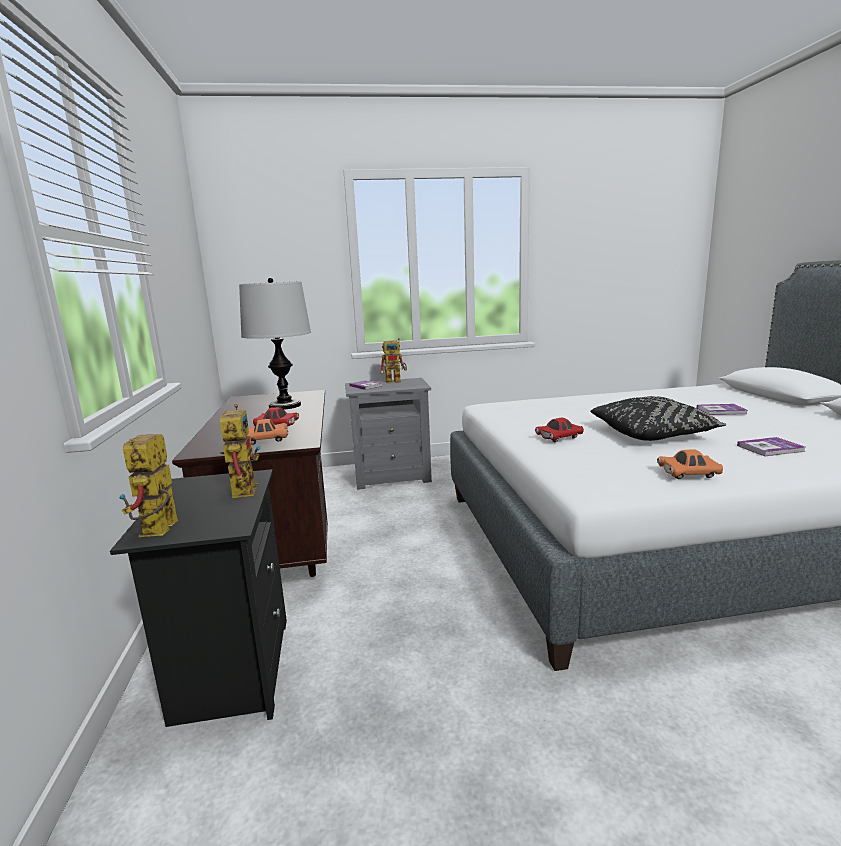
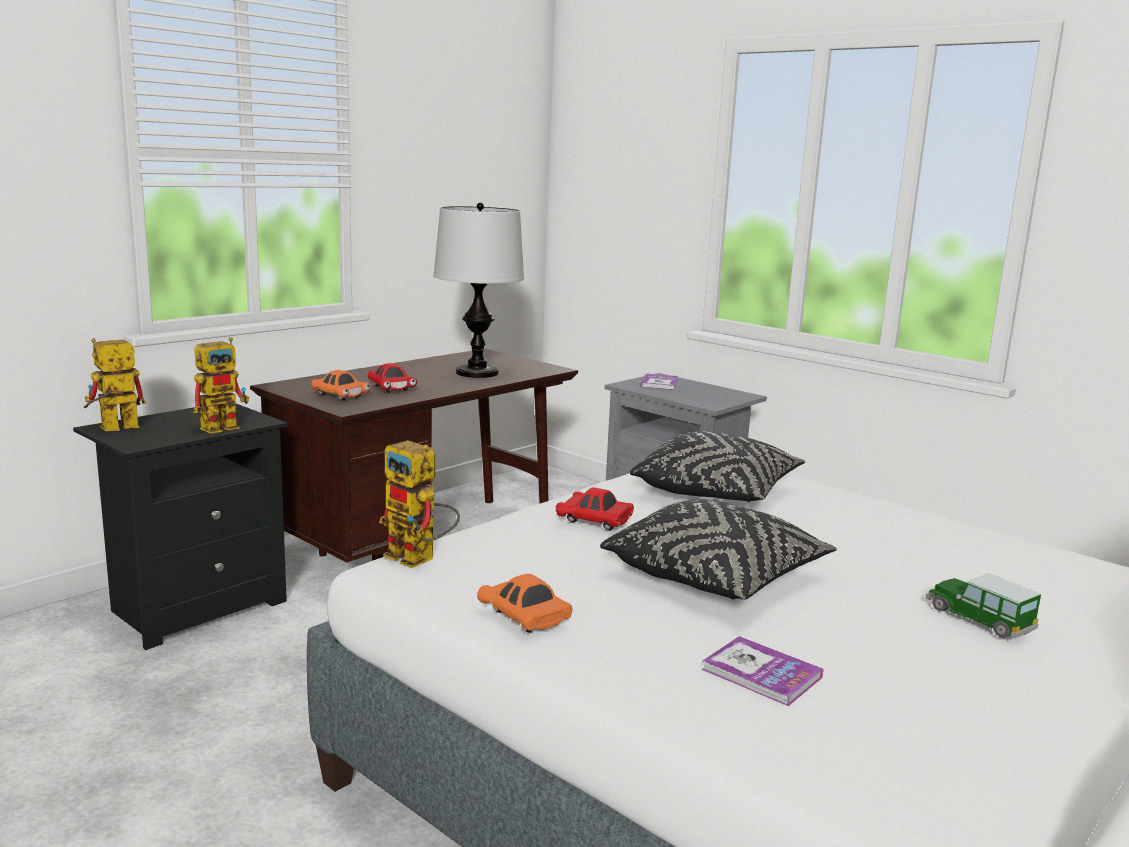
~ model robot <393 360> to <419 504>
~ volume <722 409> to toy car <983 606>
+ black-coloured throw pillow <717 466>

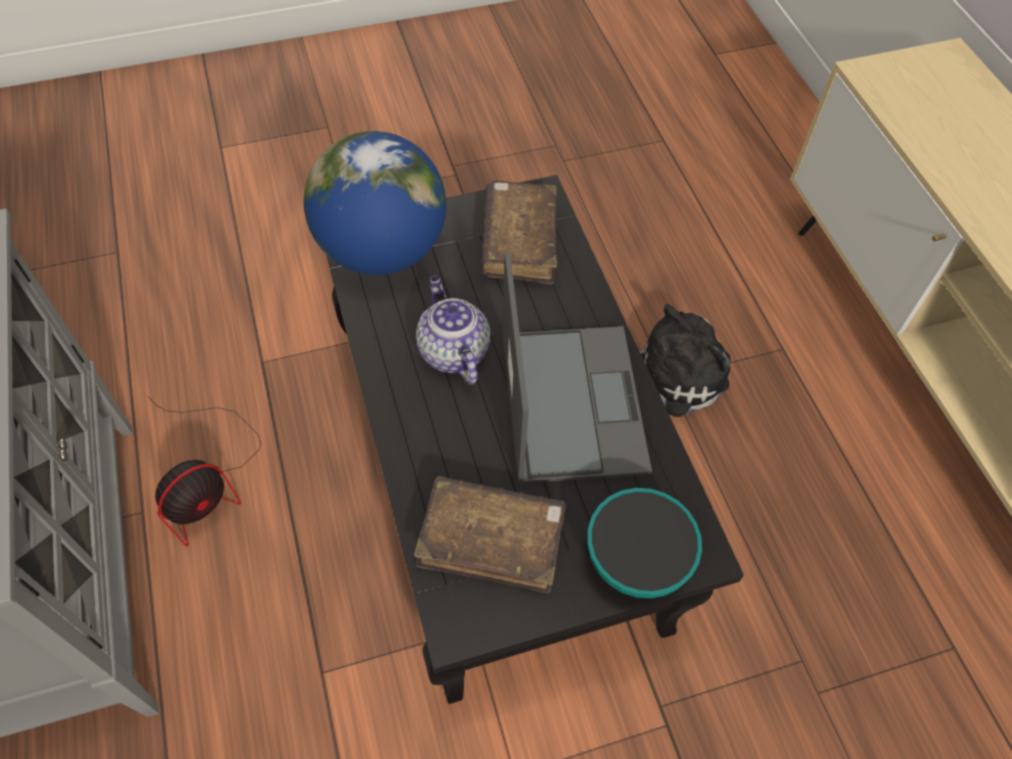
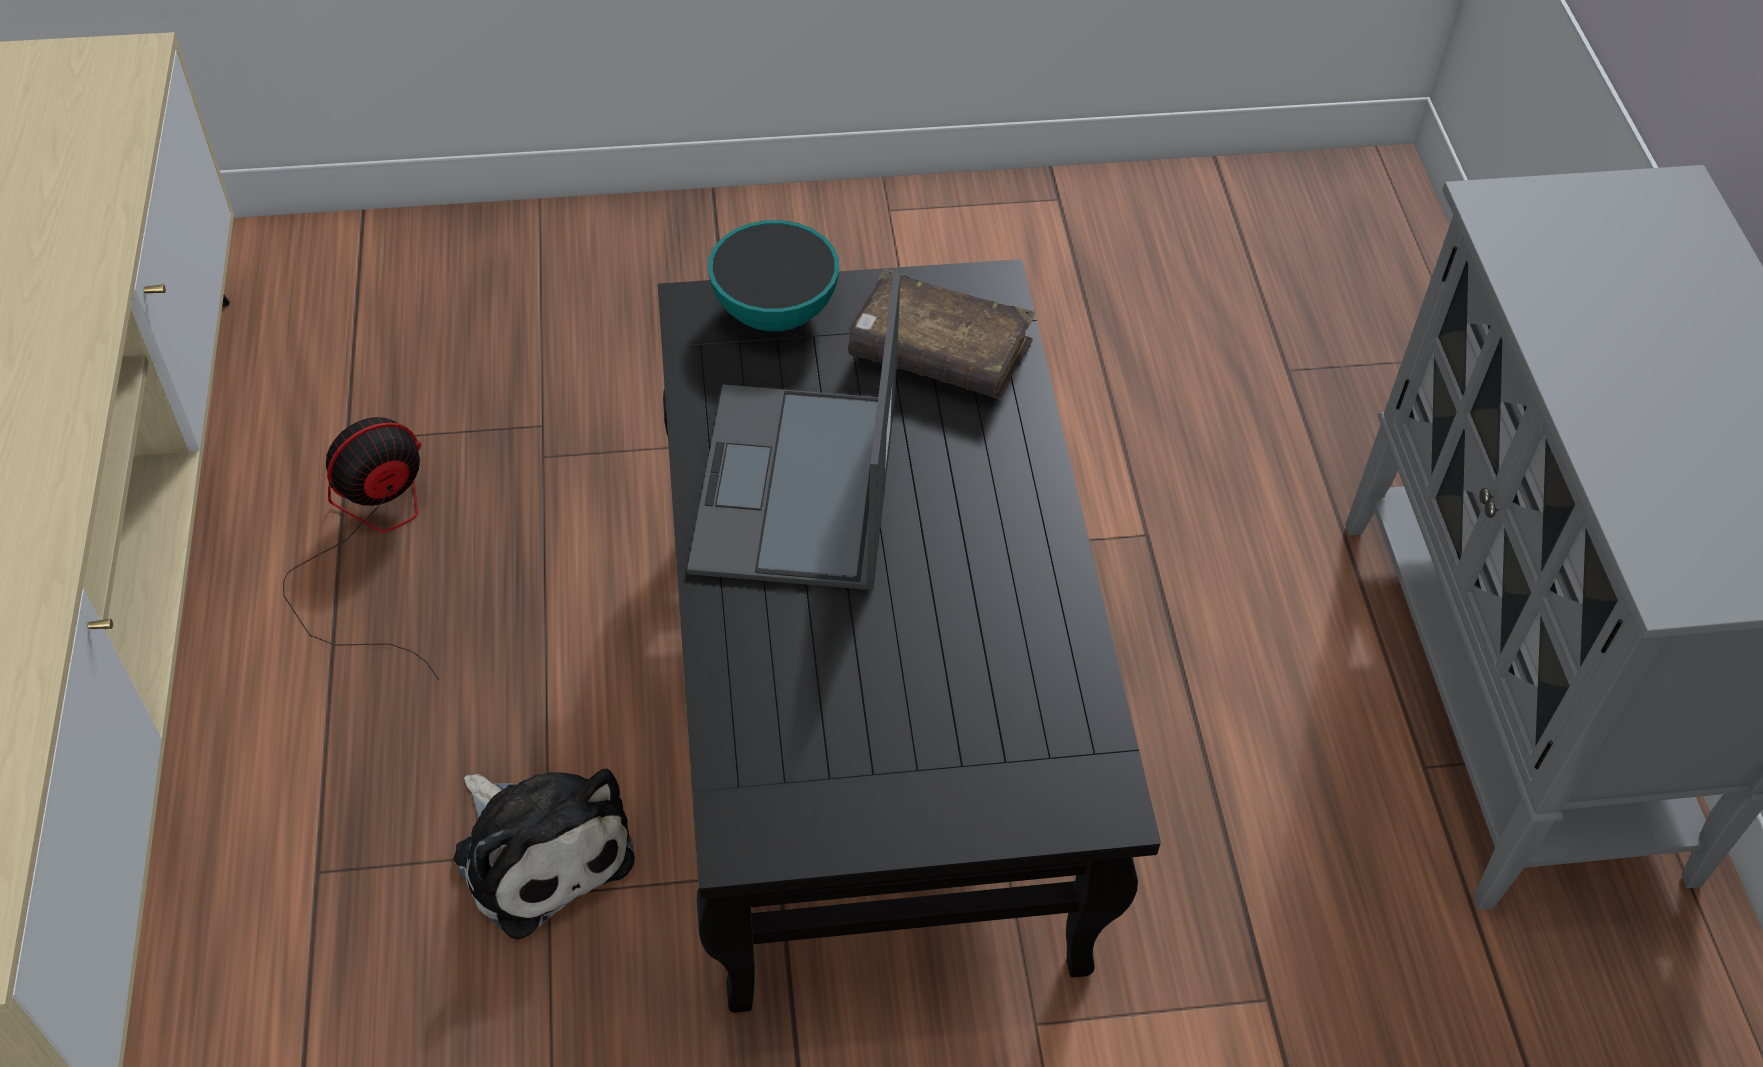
- desk globe <375 203>
- brown-coloured volume <519 232>
- pot for tea <453 330>
~ cuddly toy <685 360> = <544 854> 105 degrees counterclockwise
~ electric fan <204 471> to <361 548>

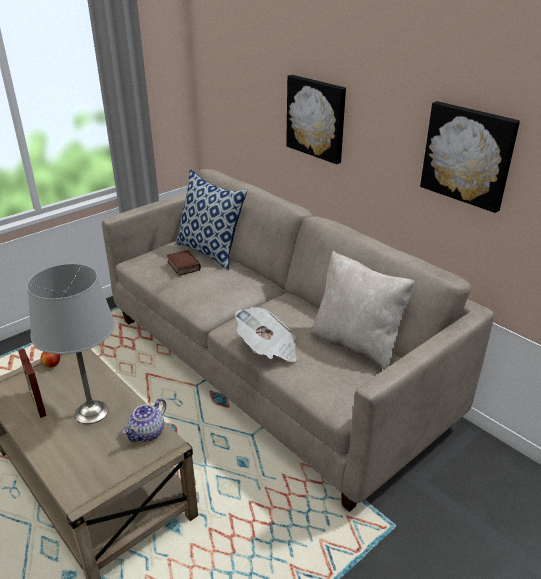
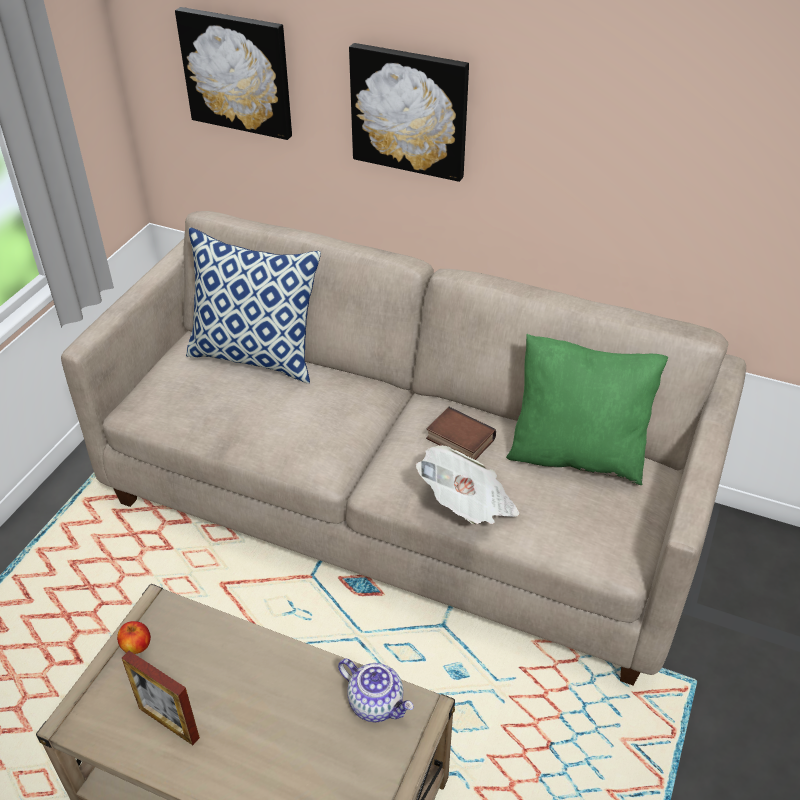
~ picture <470 157> to <233 73>
~ volume <184 263> to <461 433>
~ beige-coloured throw pillow <363 310> to green-coloured throw pillow <587 409>
- greyish lamp for a table <71 344>
~ pot for tea <144 420> = <376 690> 60 degrees counterclockwise

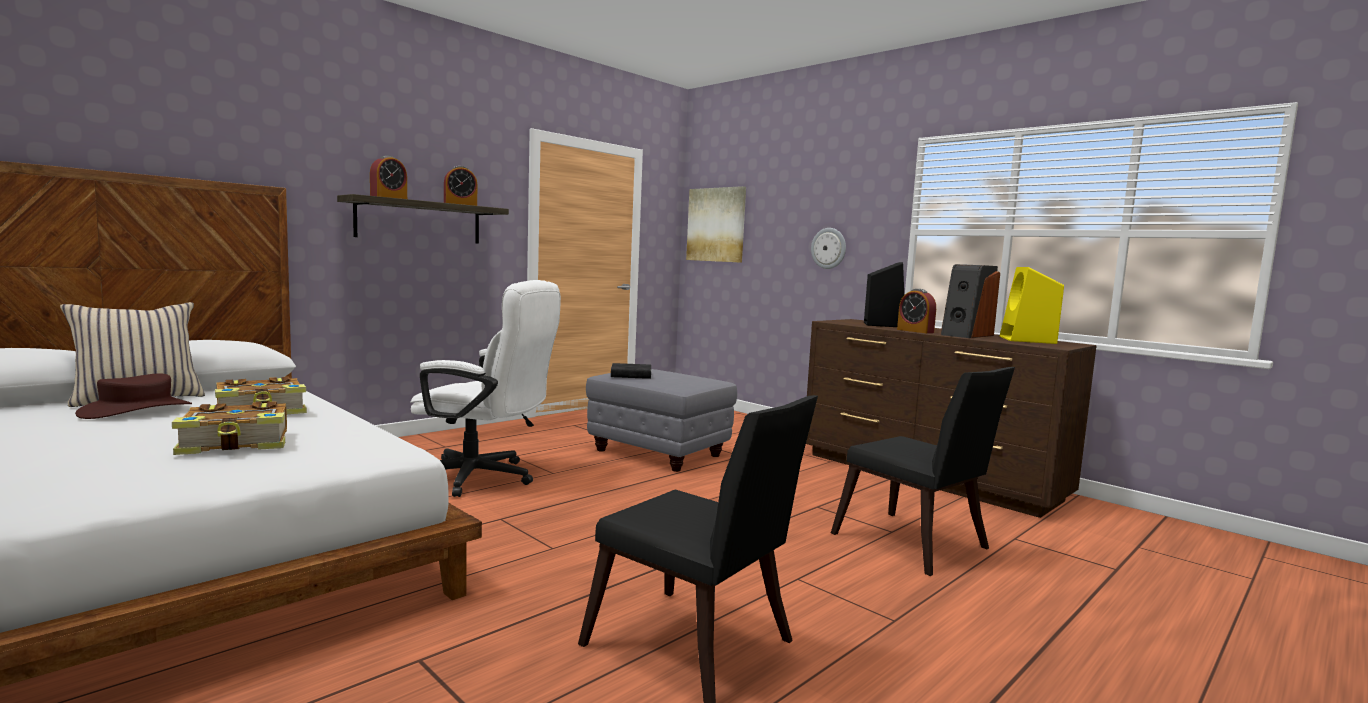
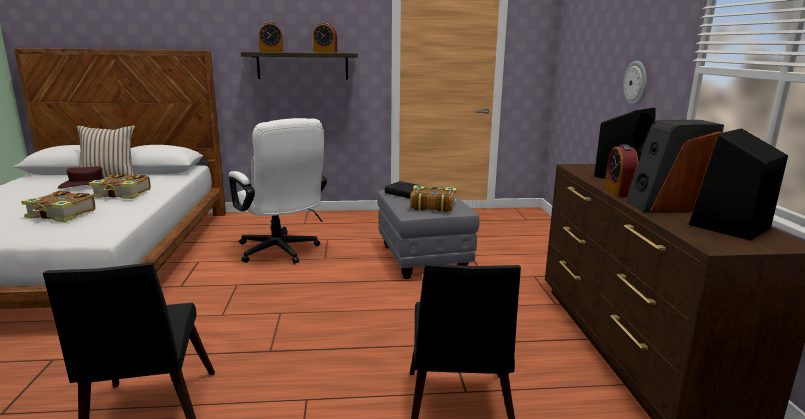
- picture <716 224>
~ yellowish audio speaker <1031 305> to black-coloured audio speaker <738 184>
+ volume <433 198>

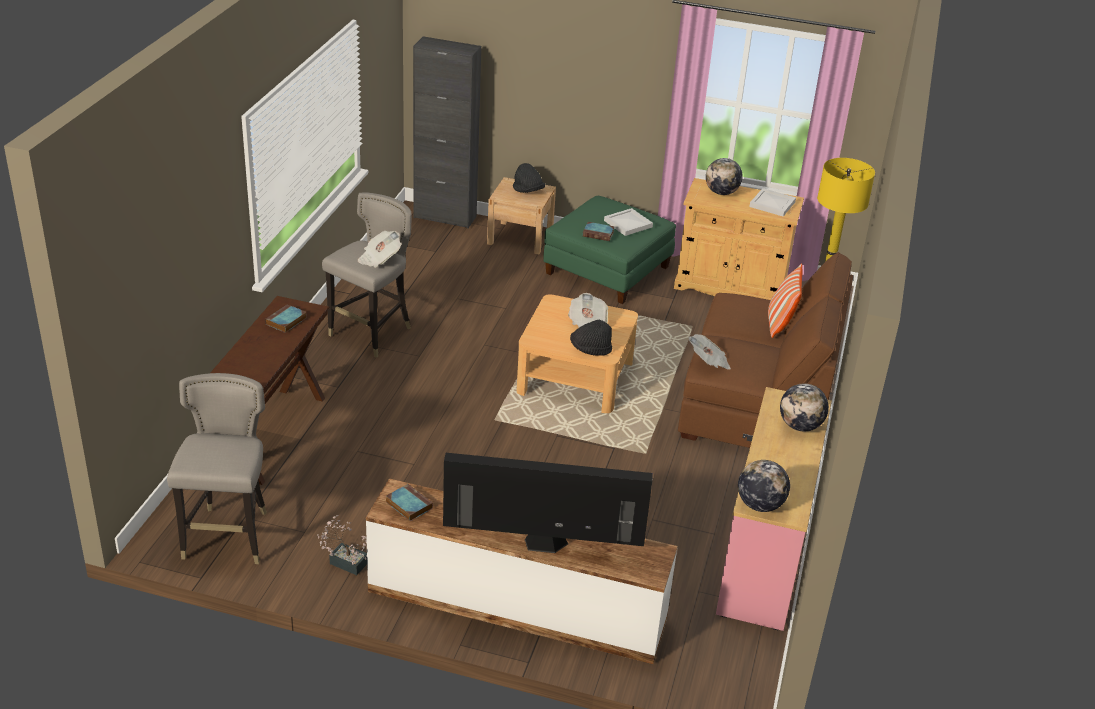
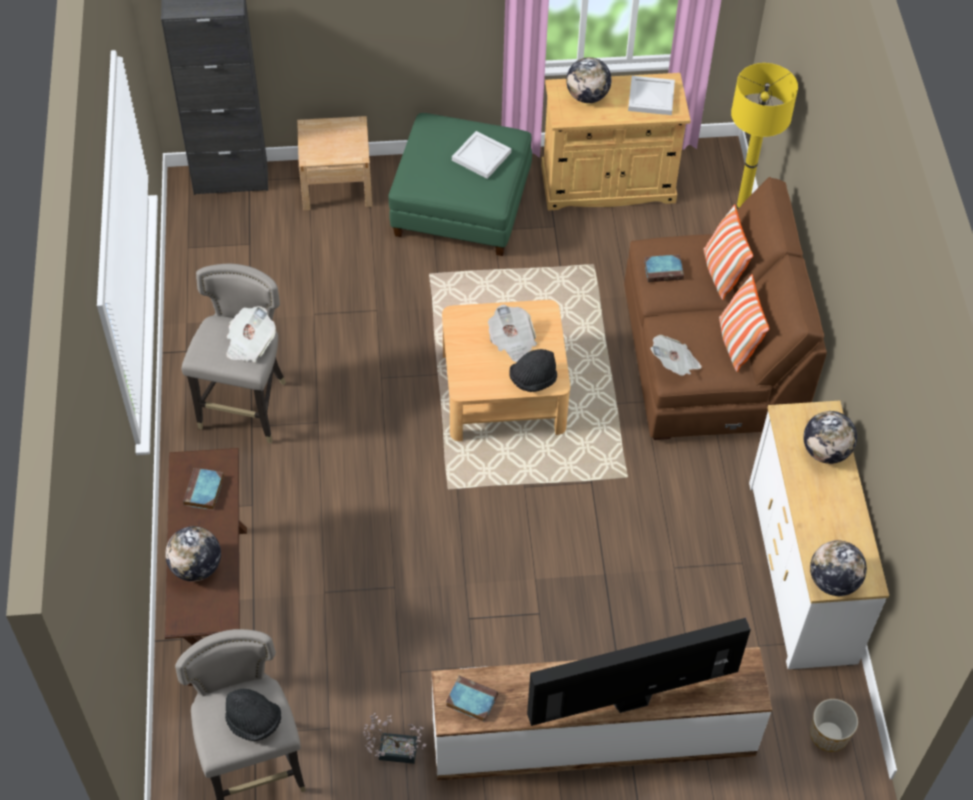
~ black-coloured hat <529 178> to <253 715>
~ volume <599 231> to <664 268>
~ pink chest of drawers <774 509> to white-coloured chest of drawers <819 535>
+ throw pillow <744 323>
+ desk globe <193 554>
+ plant pot <834 725>

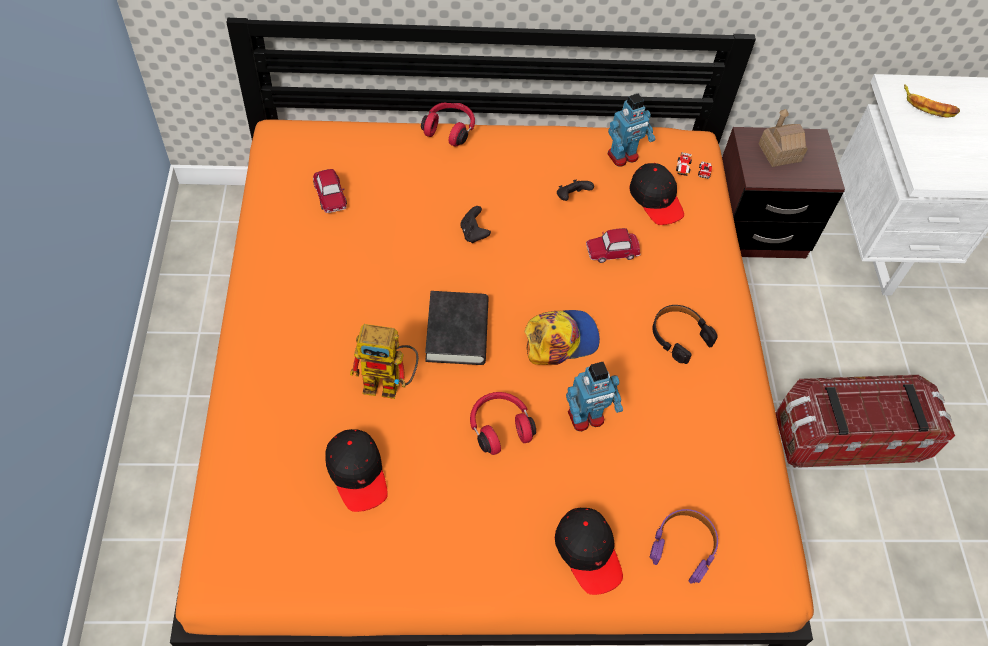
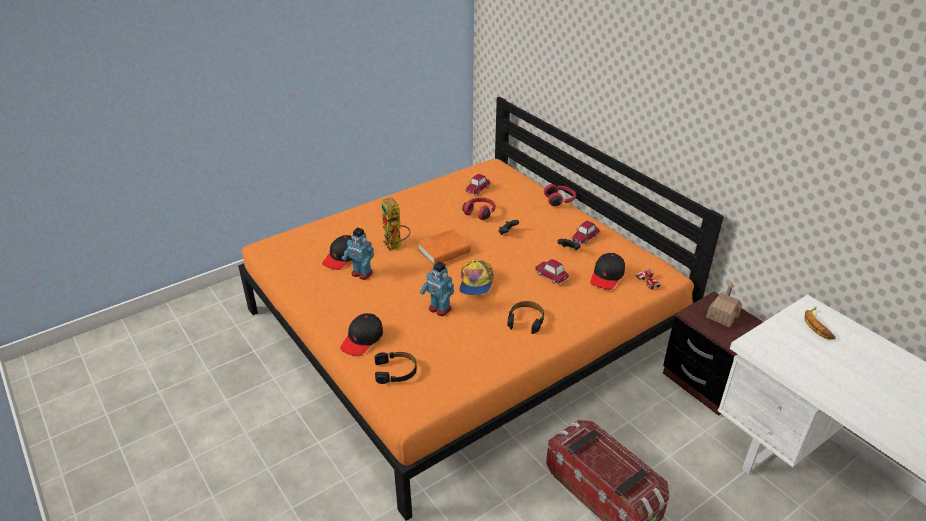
~ model robot <631 130> to <358 253>
~ black-coloured volume <457 328> to orangey volume <444 247>
~ baseball cap <562 337> = <476 277> 60 degrees clockwise
~ red-coloured pair of headphones <503 423> to <479 208>
~ purple-coloured pair of headphones <684 546> to black-coloured pair of headphones <396 368>
+ toy car <585 232>

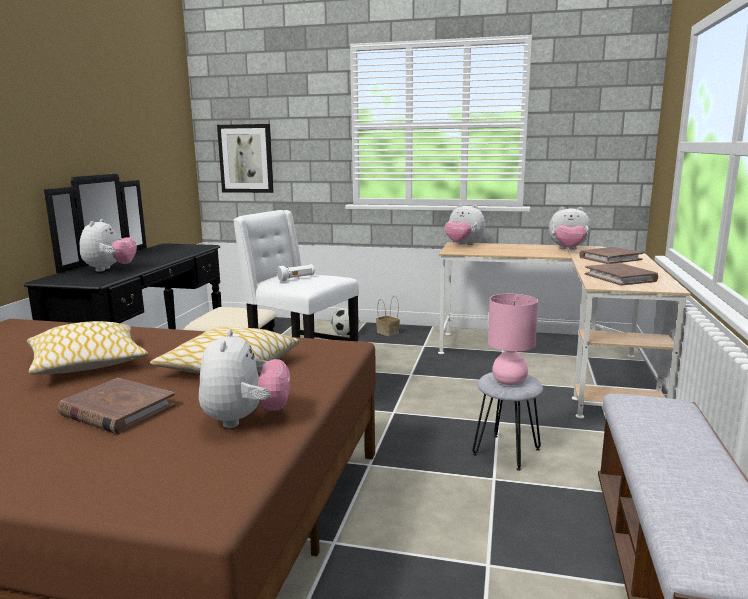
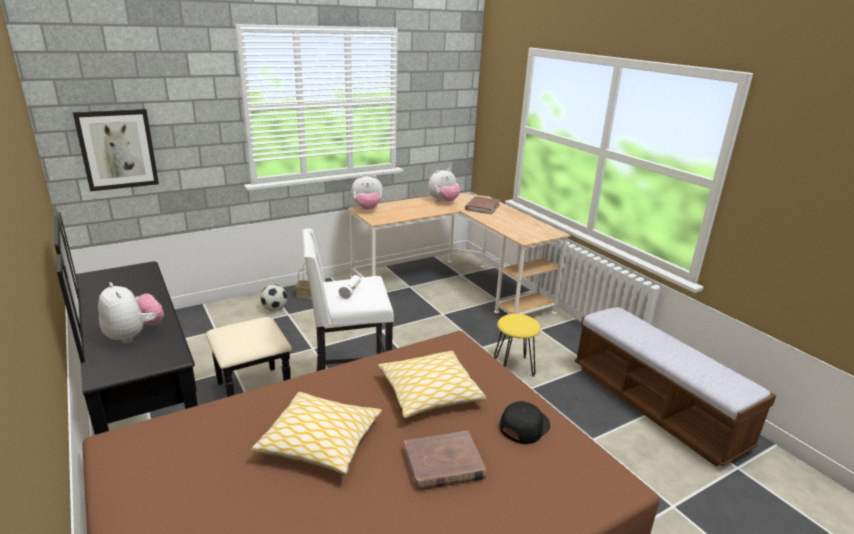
- brown-coloured volume <621 274>
- pink lamp for a table <513 339>
~ cuddly toy <244 378> to black-coloured baseball cap <525 422>
~ greyish sitting stool <507 421> to yellowish sitting stool <517 345>

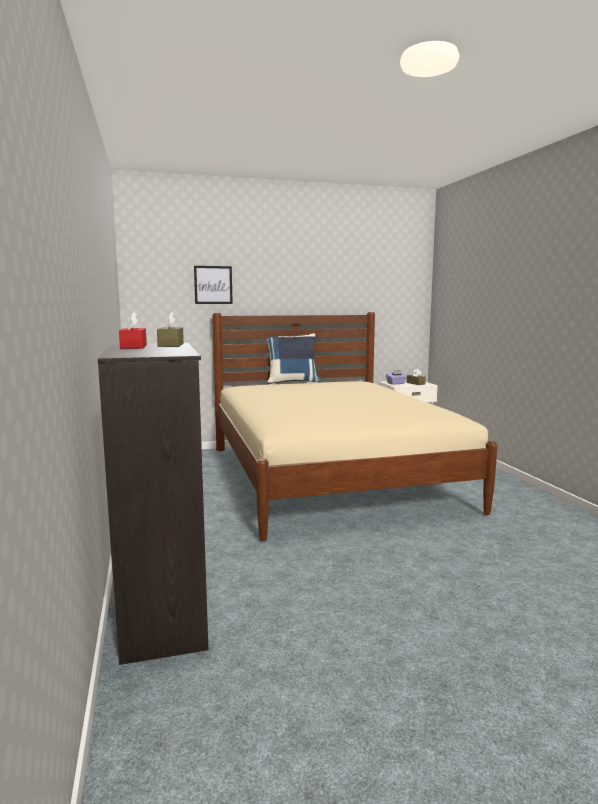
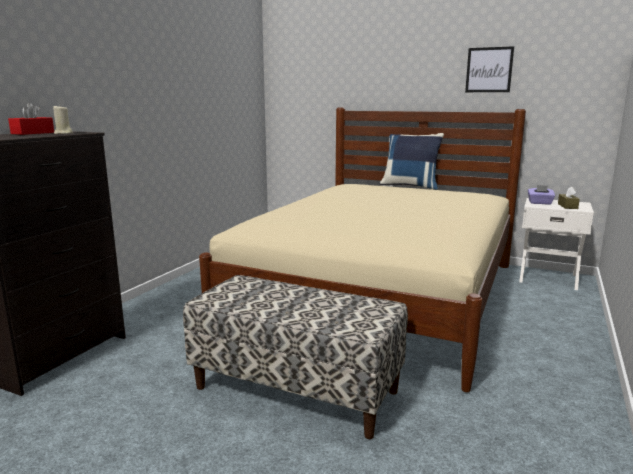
~ picture <213 285> to <489 69>
~ brown-coloured tissue holder <170 329> to beige-coloured candle <63 119>
+ indoor bench <295 357>

